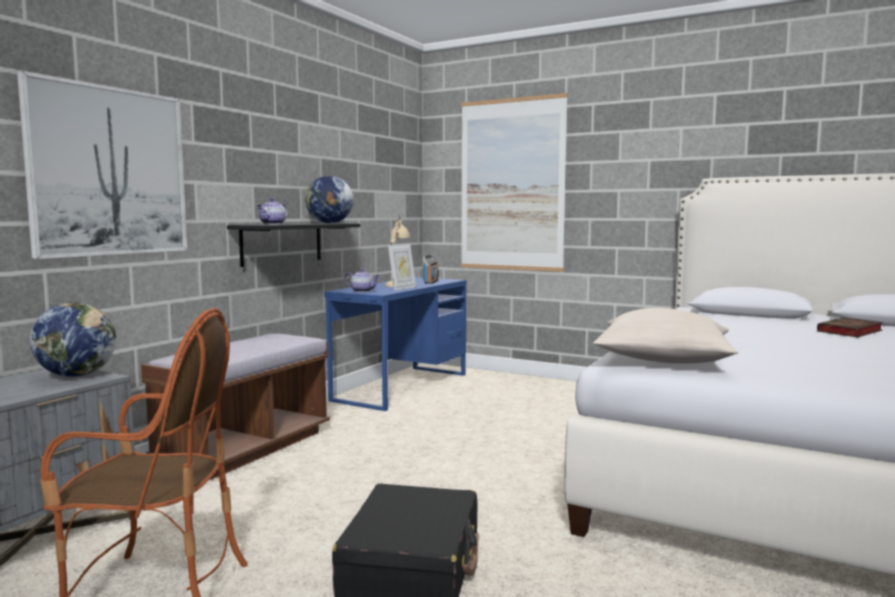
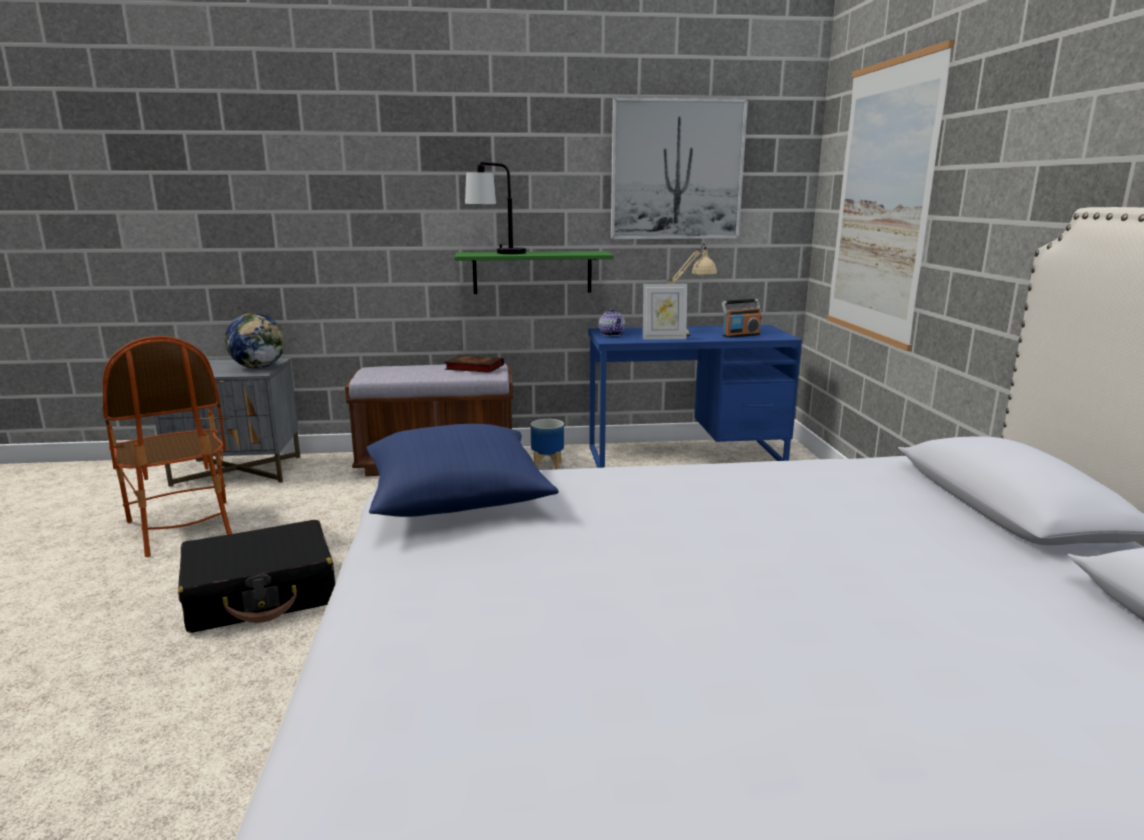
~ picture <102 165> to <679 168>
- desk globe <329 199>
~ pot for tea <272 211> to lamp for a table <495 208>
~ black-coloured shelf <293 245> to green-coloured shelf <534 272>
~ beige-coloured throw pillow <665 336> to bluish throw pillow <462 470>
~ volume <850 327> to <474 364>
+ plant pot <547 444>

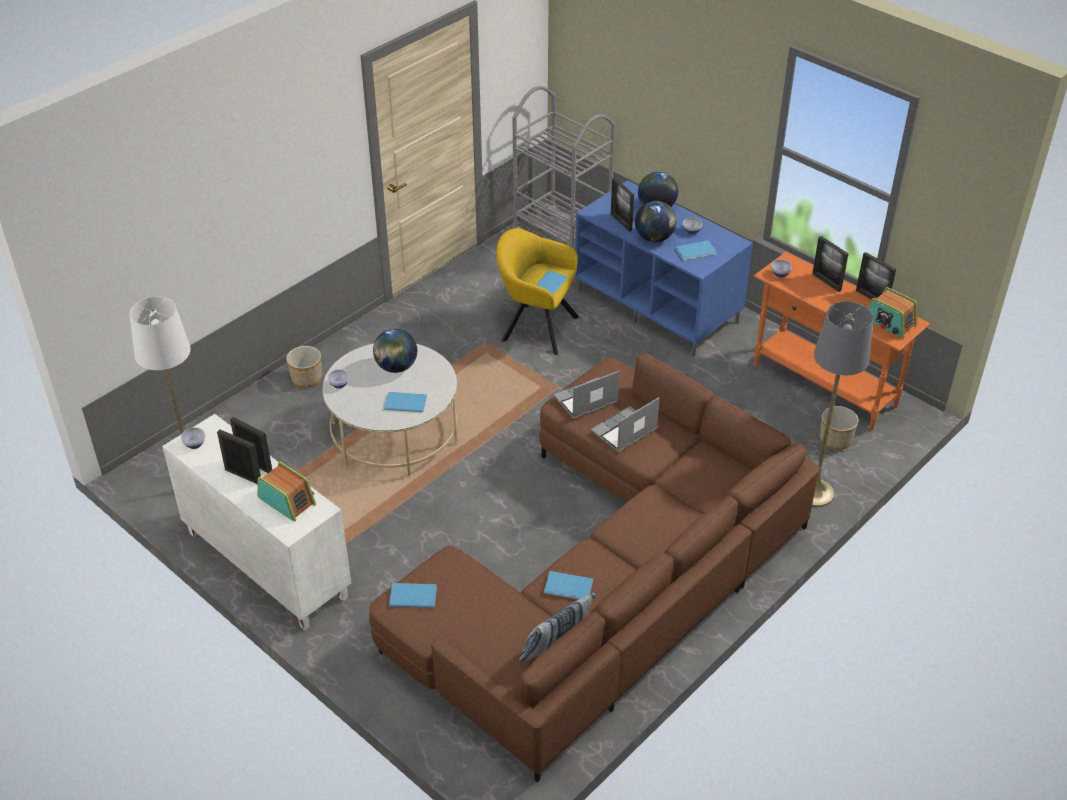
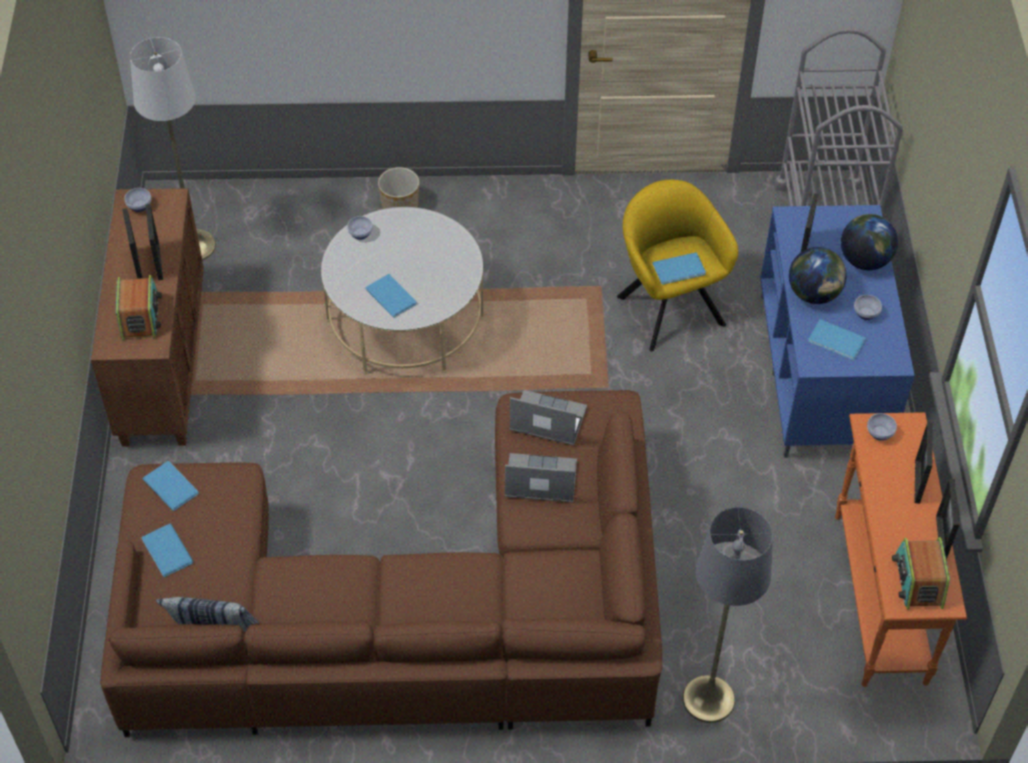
- desk globe <395 351>
- plant pot <839 428>
~ white-coloured cabinet <256 522> to brown-coloured cabinet <147 317>
~ bluish volume <568 585> to <168 550>

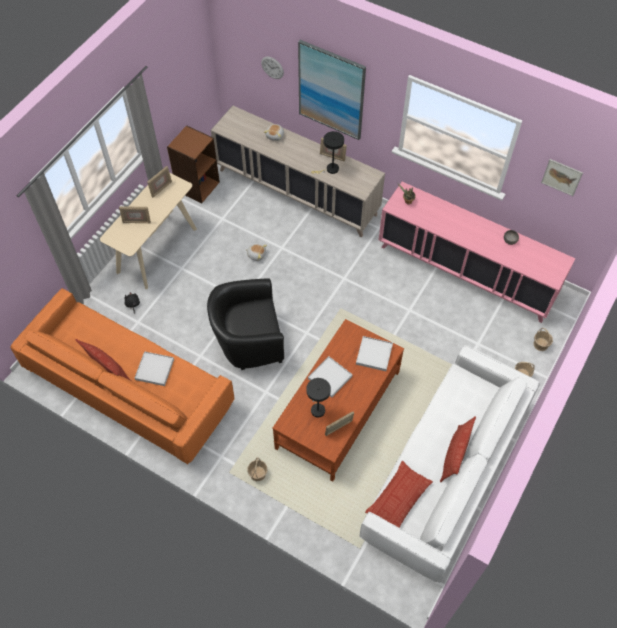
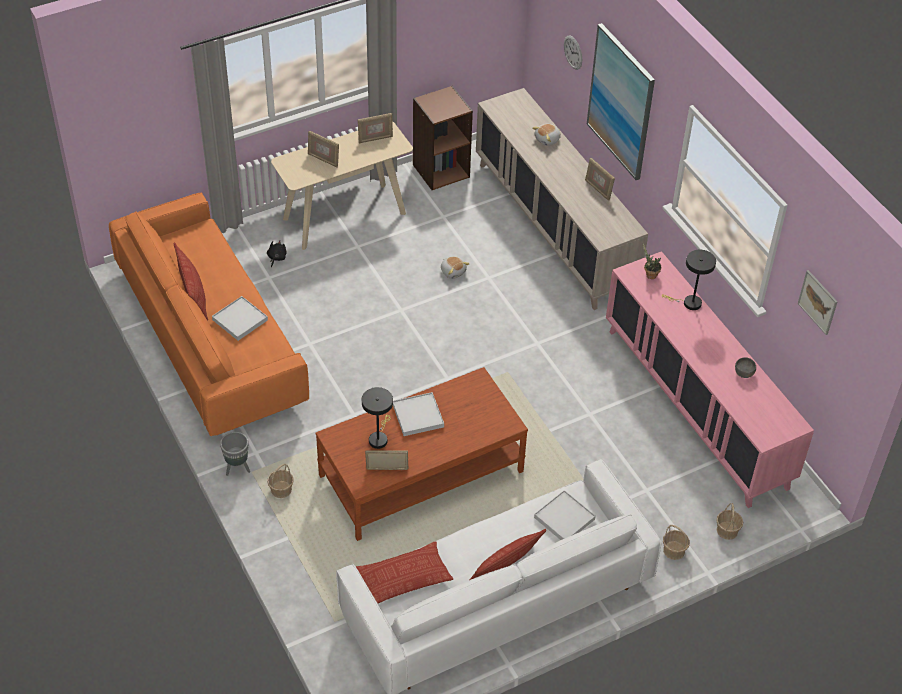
~ black-coloured lamp for a table <327 152> to <689 280>
- black-coloured armchair <245 324>
~ white-coloured carrying tray <374 353> to <565 515>
+ greyish plant pot <235 454>

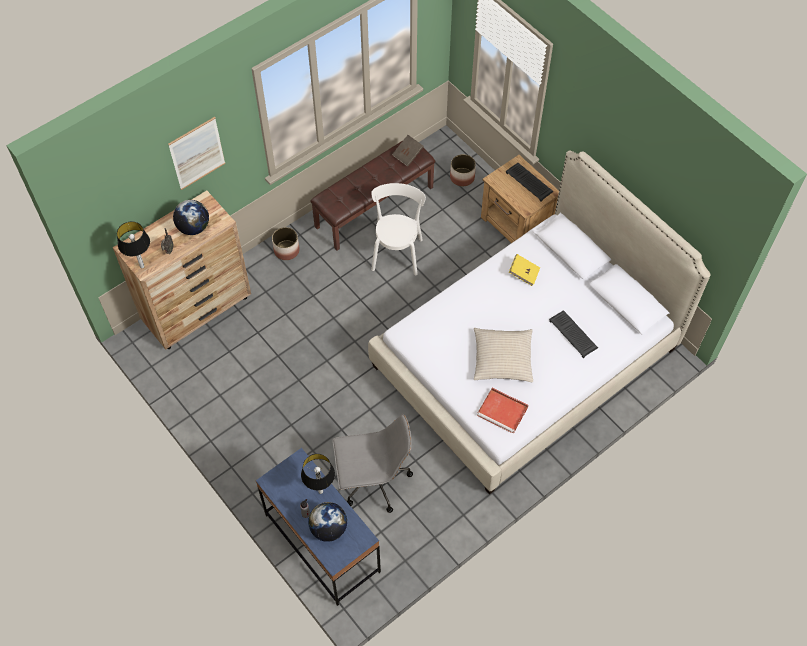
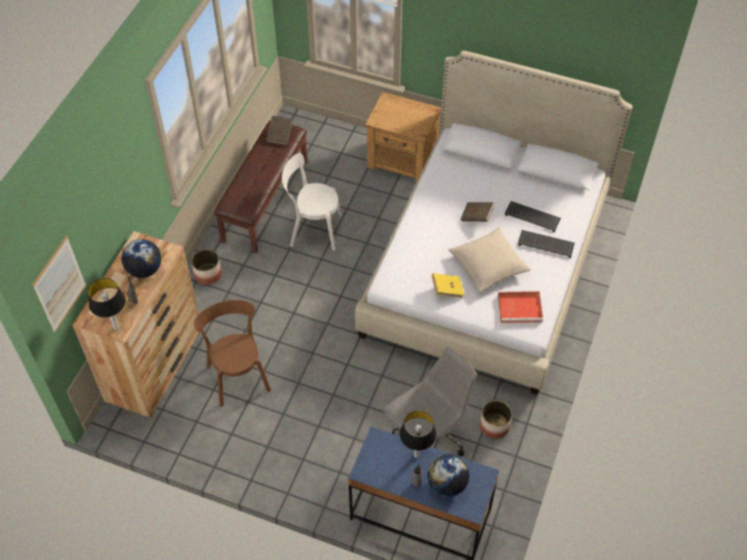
~ picture <196 153> to <59 284>
~ plant pot <463 170> to <496 419>
~ computer keyboard <530 182> to <546 244>
~ white-coloured upright chair <398 229> = <312 202> 60 degrees counterclockwise
~ yellowish volume <524 270> to <447 285>
+ brown-coloured volume <478 212>
+ brown-coloured upright chair <232 353>

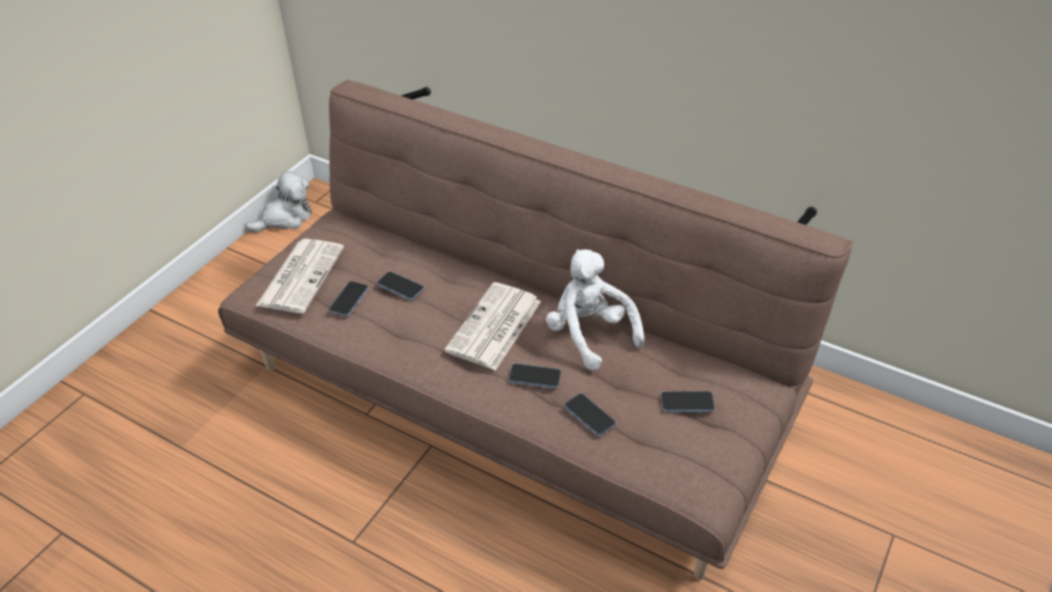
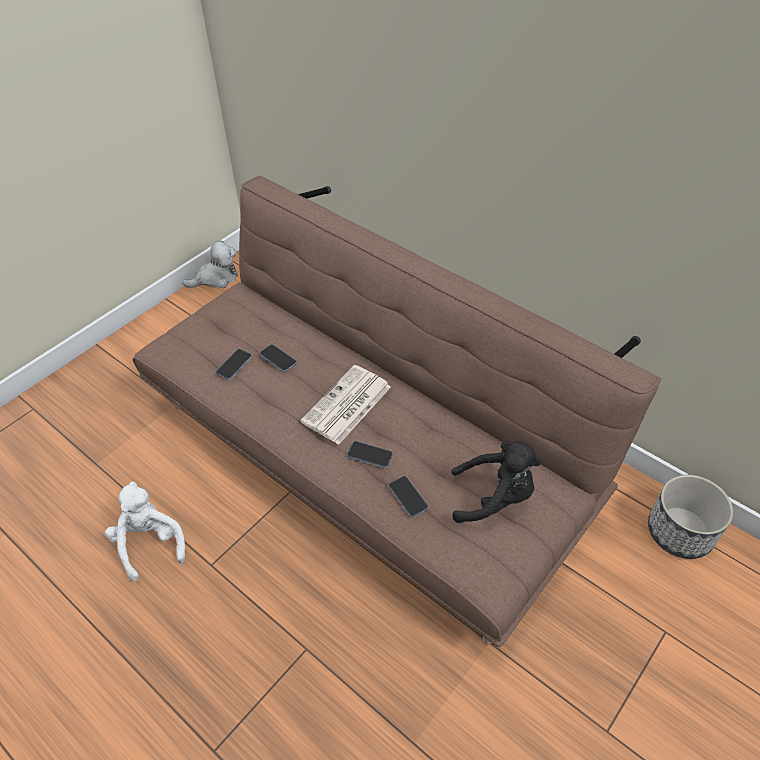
- printed paper <300 276>
~ white-coloured cuddly toy <595 310> to <145 531>
~ telephone <688 401> to black-coloured cuddly toy <496 482>
+ plant pot <690 517>

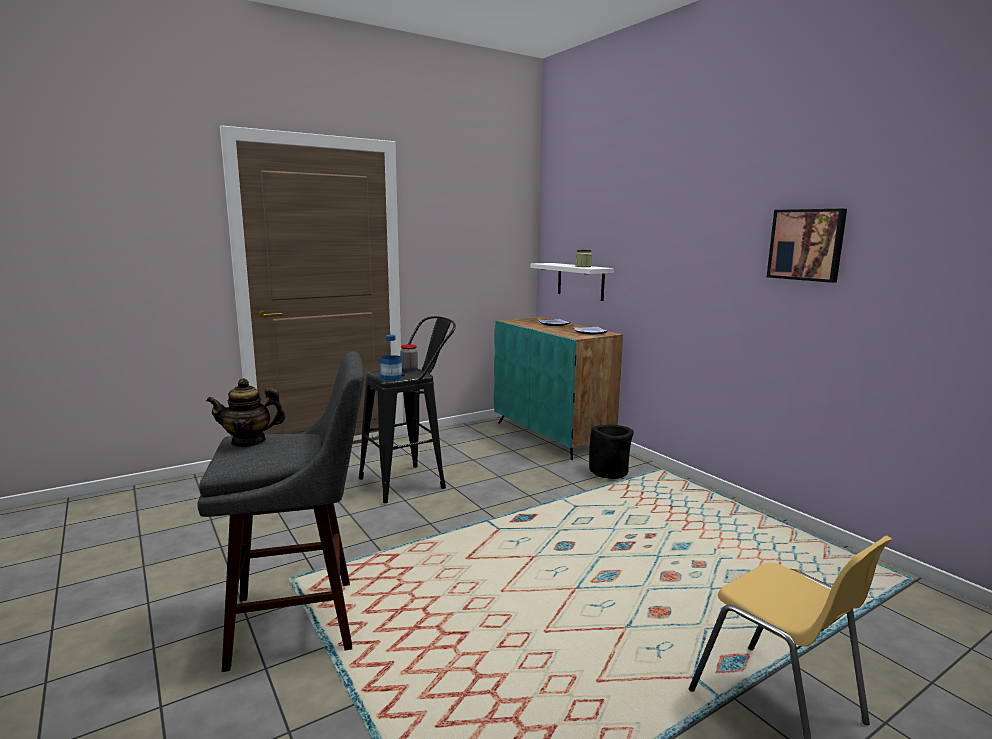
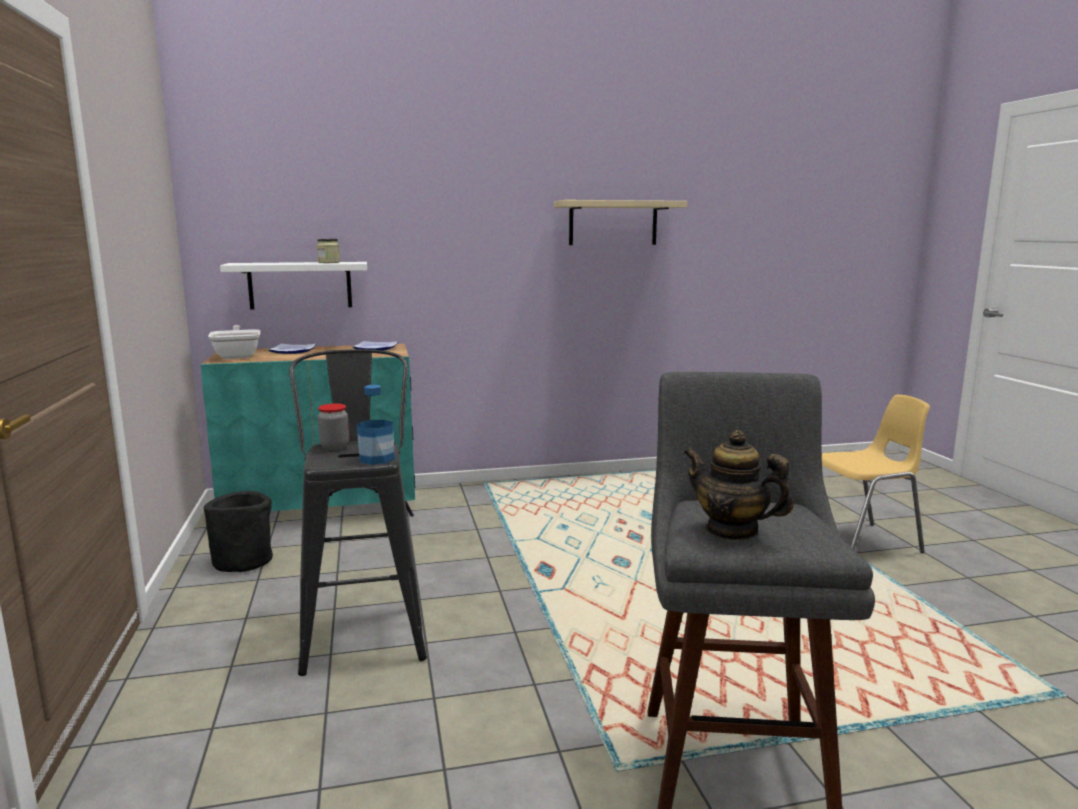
~ picture <807 246> to beige-coloured shelf <620 222>
~ pot for tea <246 413> = <738 485> 120 degrees clockwise
~ black-coloured plant pot <611 452> to <238 531>
+ pan <234 342>

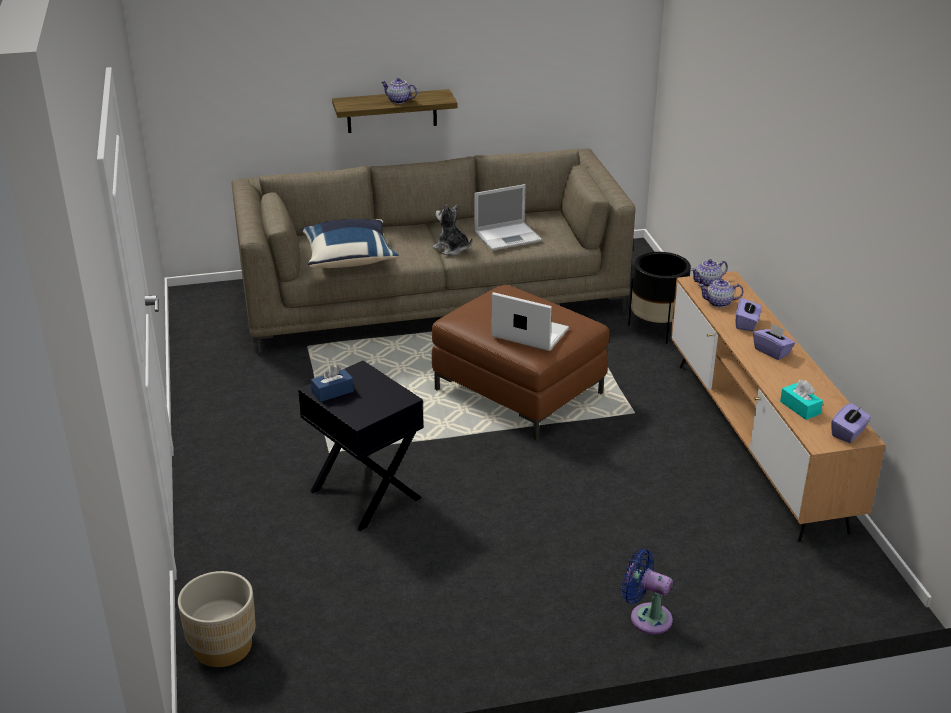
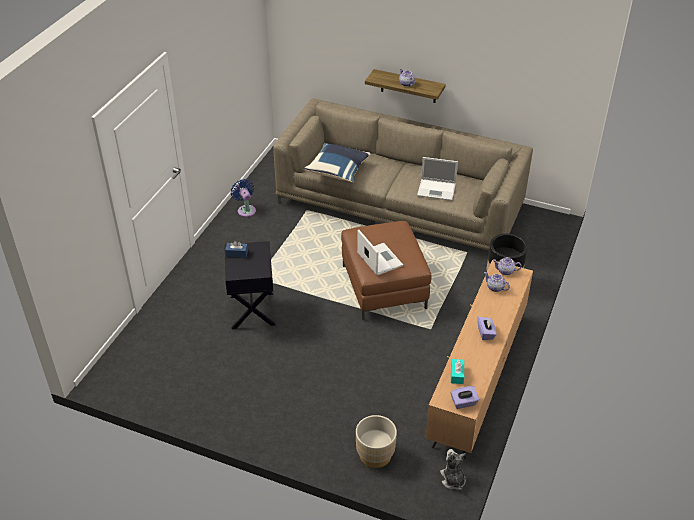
~ cuddly toy <453 229> to <453 469>
- purple-coloured tissue holder <749 314>
~ bluish electric fan <647 591> to <243 198>
~ beige-coloured plant pot <217 619> to <376 441>

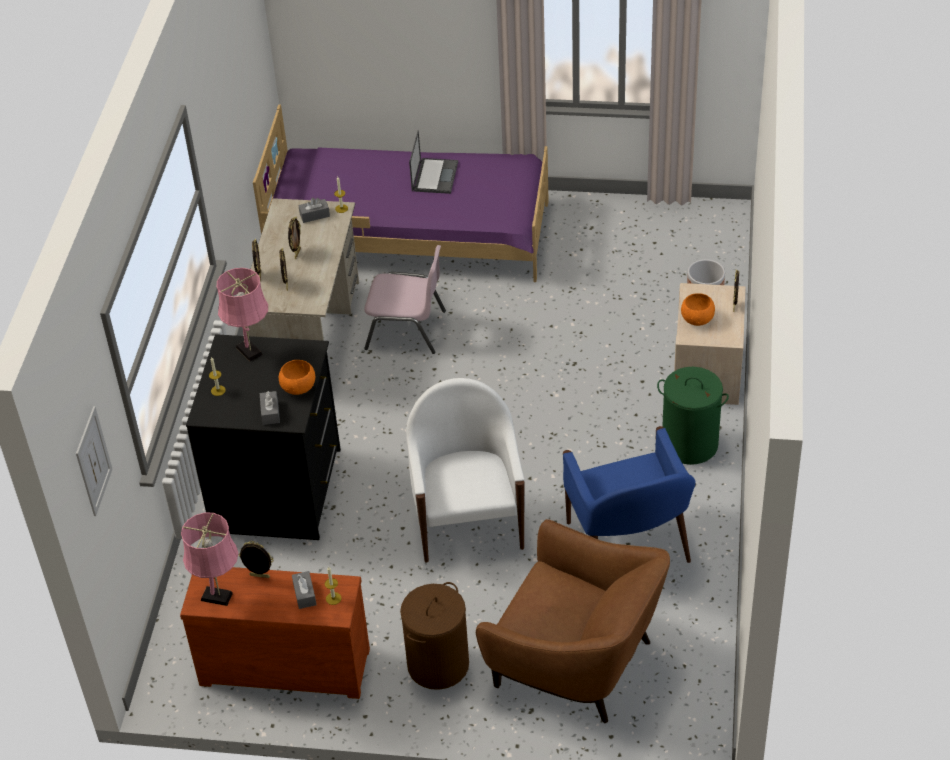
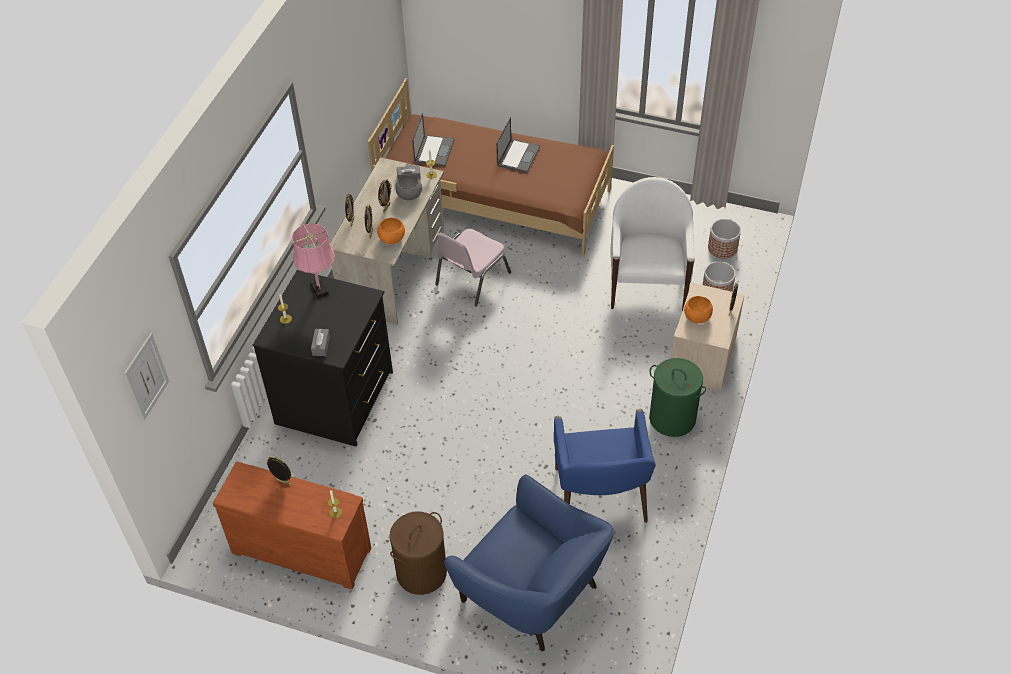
~ purple-coloured bed <401 193> to brown-coloured bed <490 167>
~ pink upright chair <405 299> = <473 267> 105 degrees clockwise
~ orangey deep dish <297 377> to <391 231>
~ white-coloured armchair <466 470> to <652 244>
- pink lamp for a table <209 559>
~ brown-coloured armchair <573 621> to bluish armchair <529 562>
- greyish tissue holder <304 590>
+ laptop <433 140>
+ greyish deep dish <408 187>
+ plant pot <724 238>

